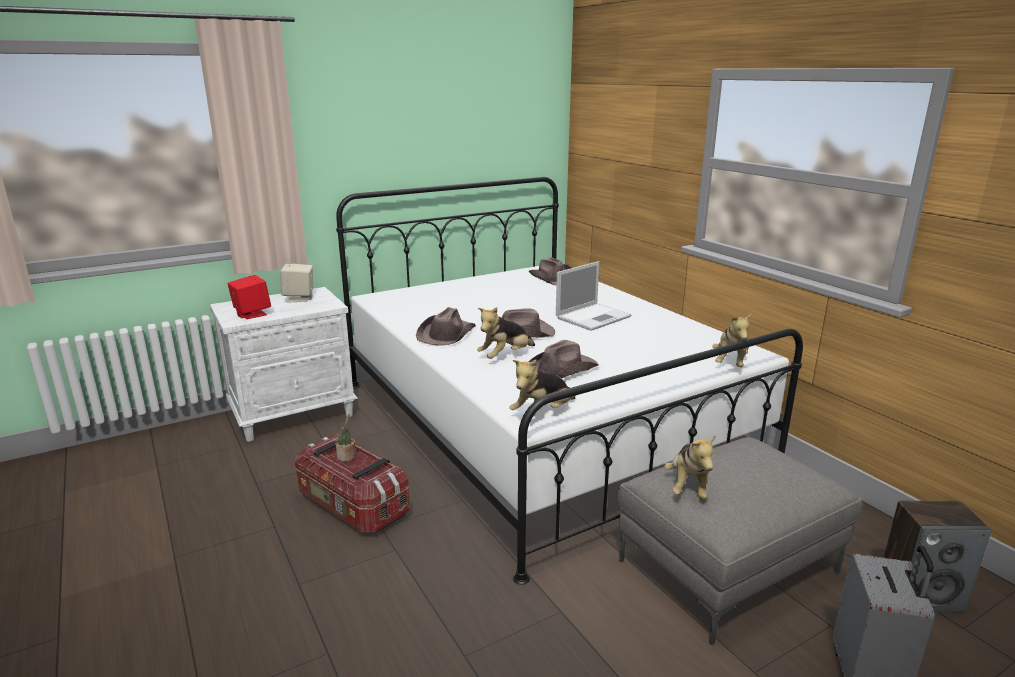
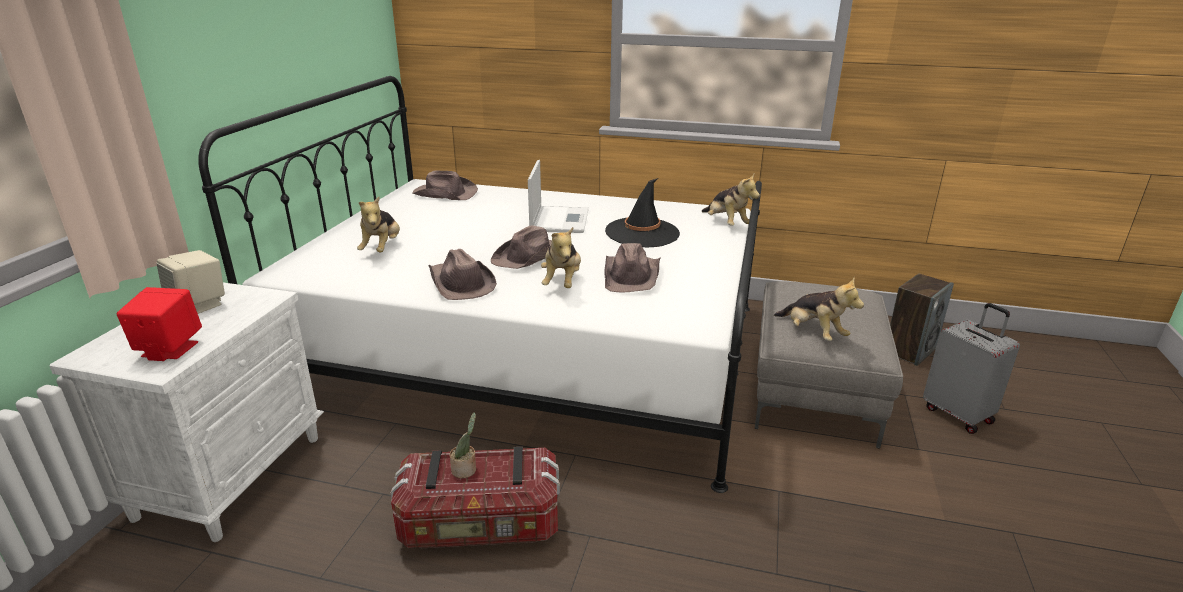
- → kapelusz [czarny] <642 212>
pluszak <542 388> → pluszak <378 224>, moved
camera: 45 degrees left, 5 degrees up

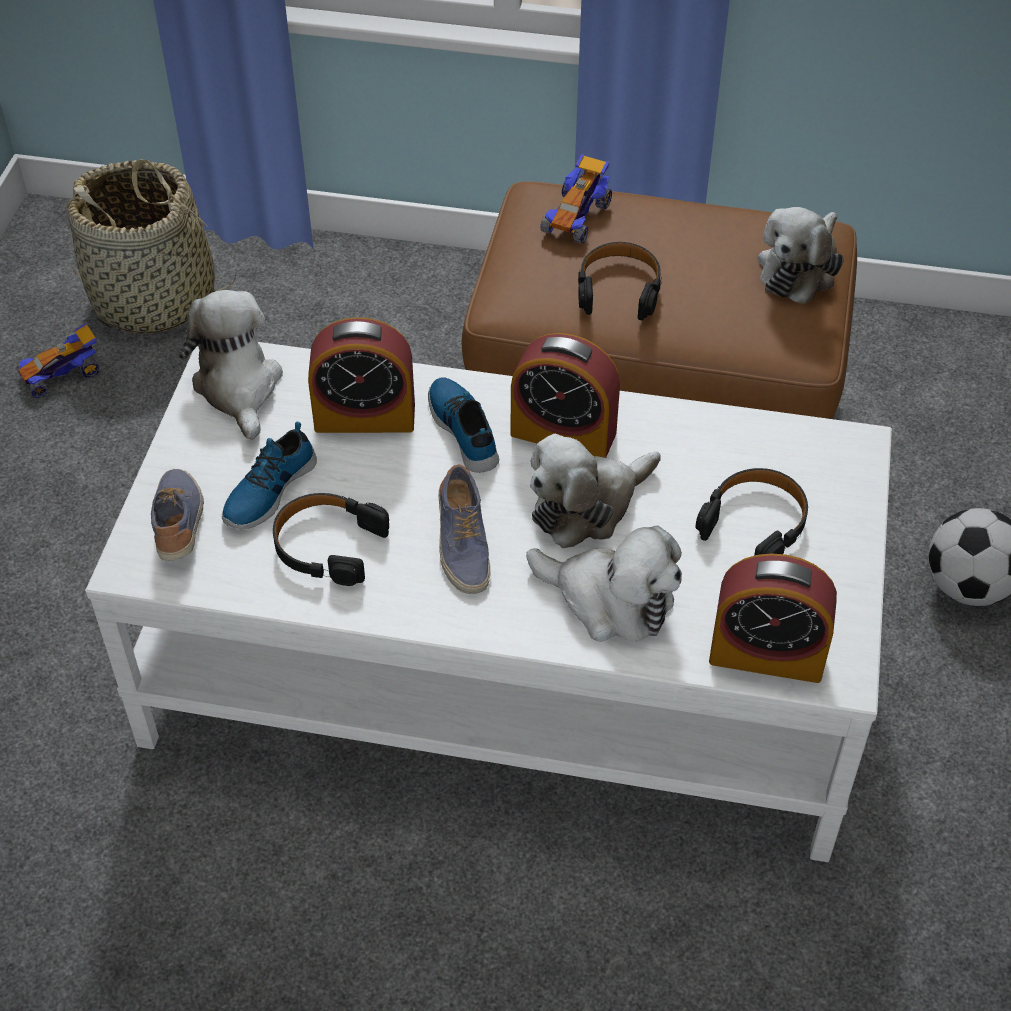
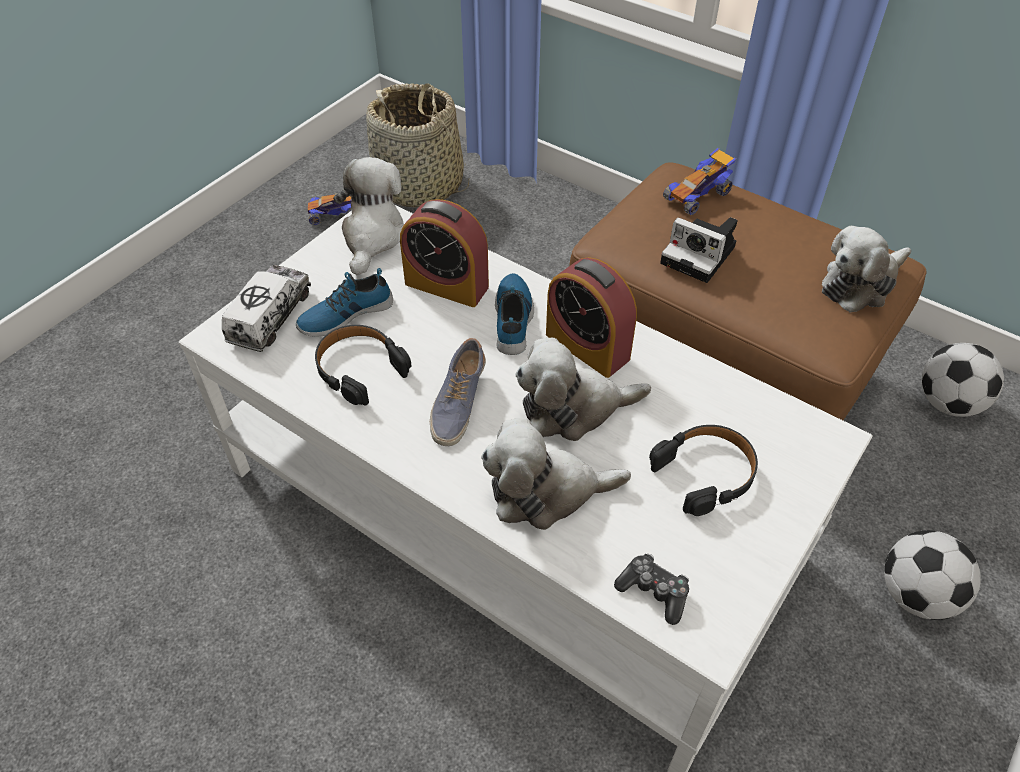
- → piłka futbolowa <963 380>
but <177 515> → ciężarówka zabawkowa <266 308>
słuchawki [czarny] <620 281> → aparat fotograficzny <699 250>
budzik <773 618> → pad do gier <651 589>
pluszak <604 584> → pluszak <556 474>, 120 degrees clockwise
camera: 25 degrees right, 0 degrees up

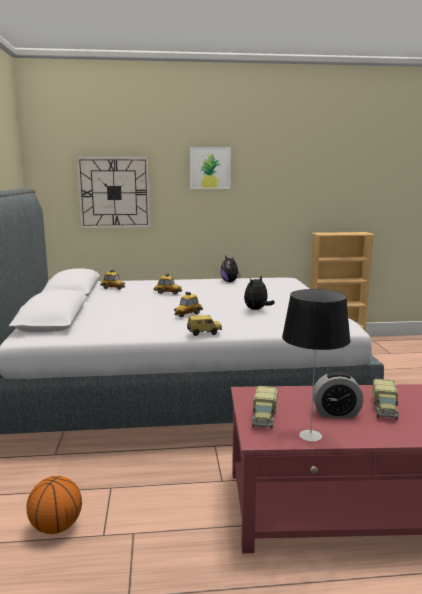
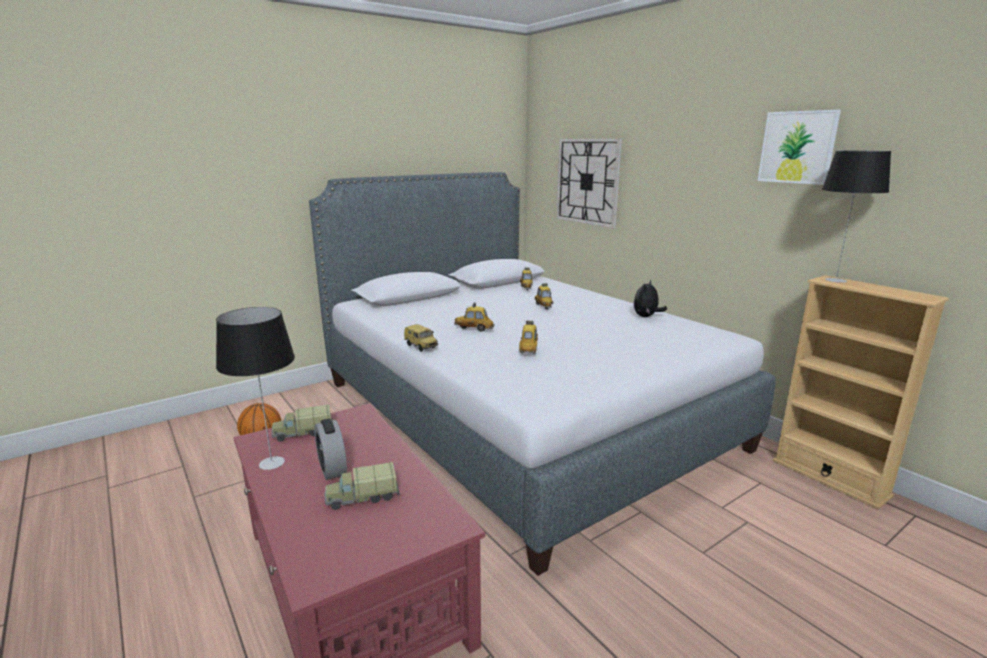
- → lampa stołowa <856 217>
obraz <210 168> → obraz <799 147>, moved
pluszak <259 293> → samochodzik <528 337>
camera: 60 degrees right, 5 degrees up

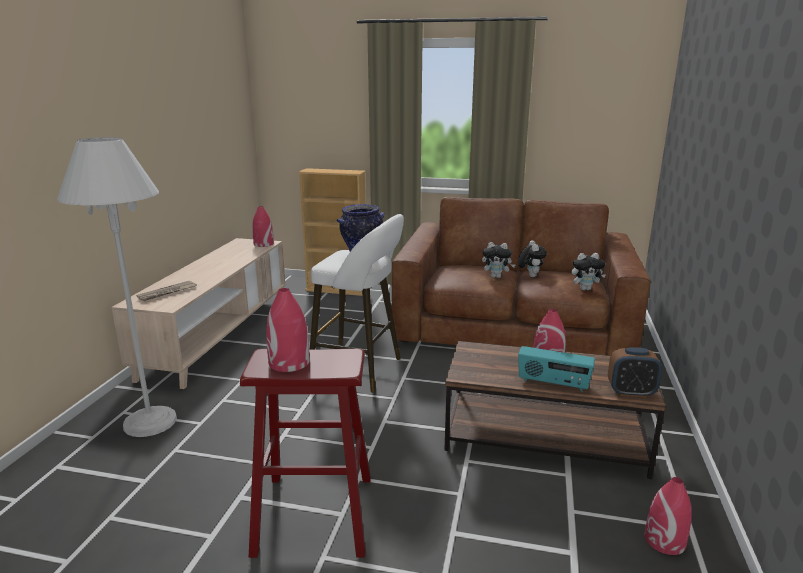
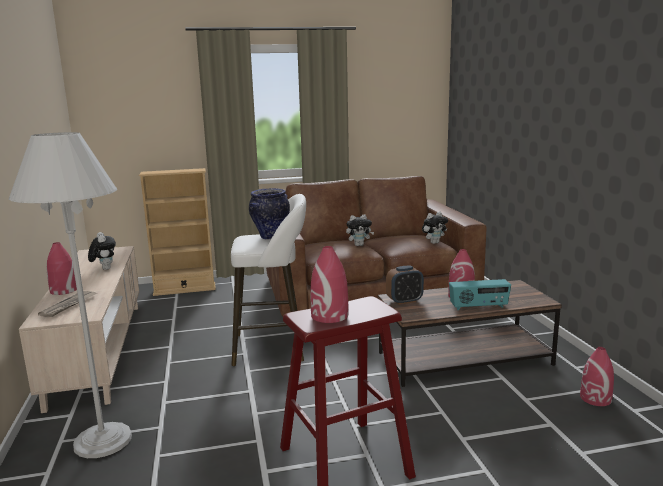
wazon [czerwony] <263 226> → wazon [czerwony] <62 268>, moved
pluszak <532 258> → pluszak <102 251>, moved
budzik <635 372> → budzik <405 285>, moved
camera: 25 degrees left, 5 degrees down

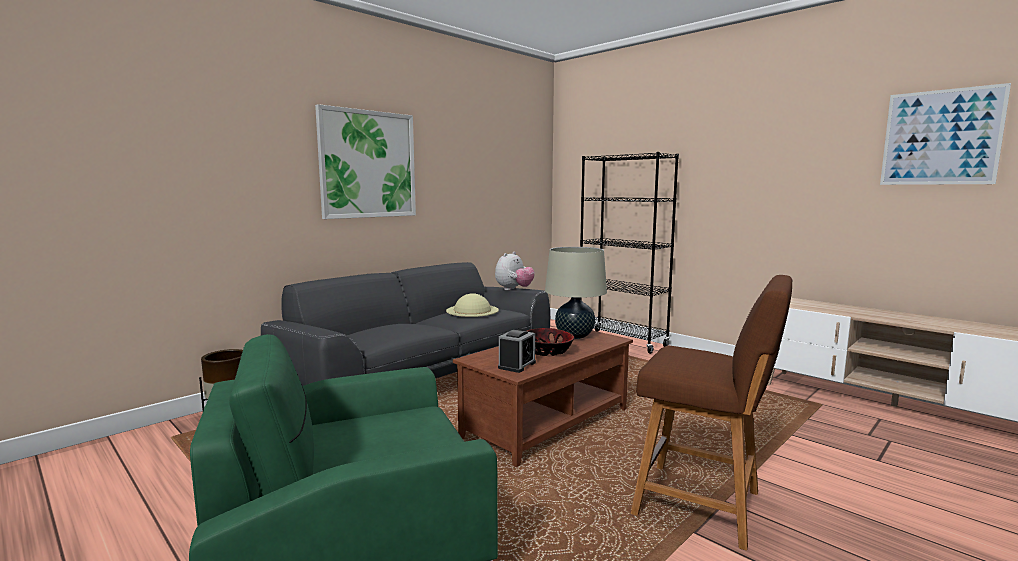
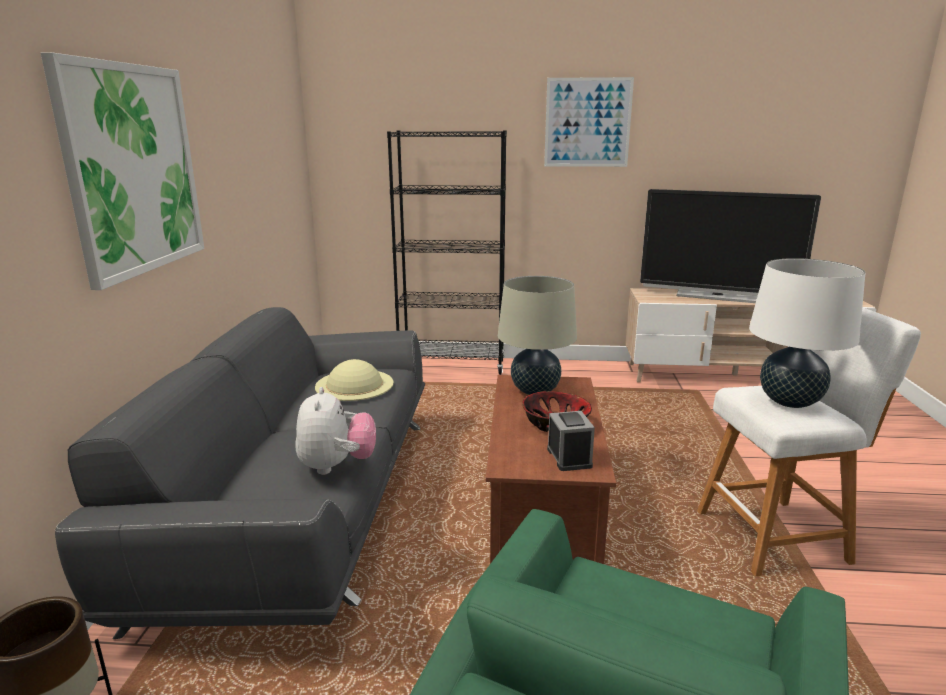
- → telewizor <730 246>
- → lampa stołowa [biały] <807 333>
pluszak <515 271> → pluszak <336 431>, moved
obraz <945 134> → obraz <589 122>, moved
stołek [brązowy] <711 413> → stołek [biały] <809 441>
camera: 40 degrees left, 10 degrees up

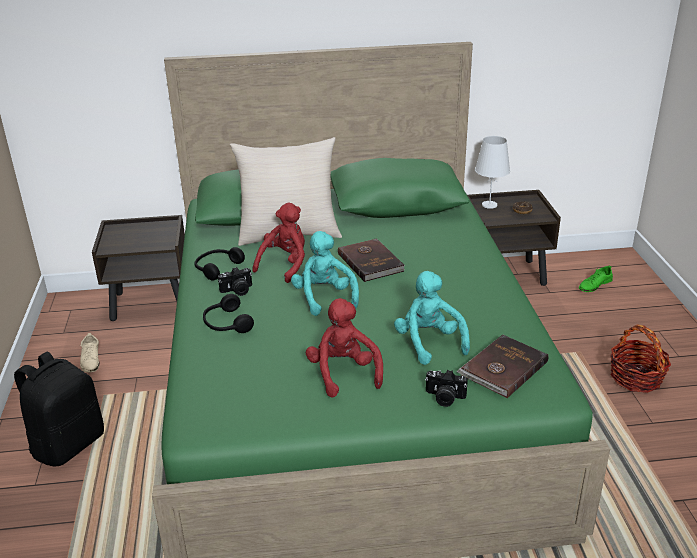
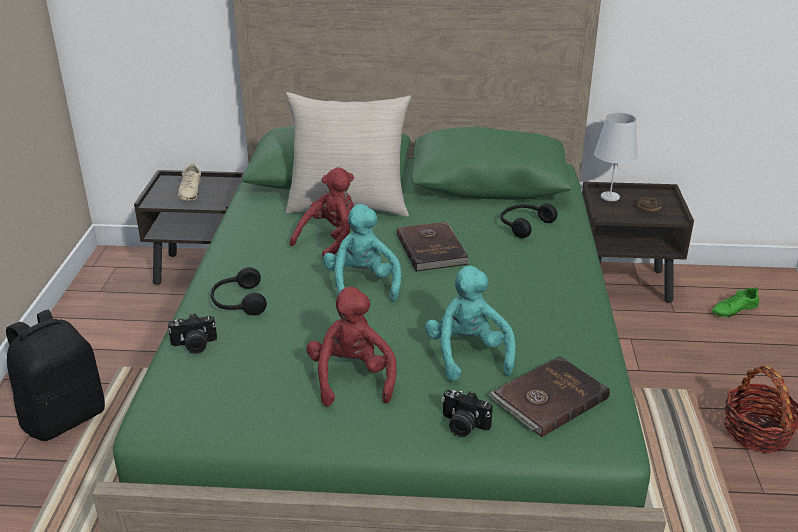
but [beżowy] <89 353> → but [beżowy] <189 182>, moved
słuchawki [czarny] <219 264> → słuchawki [czarny] <529 220>, moved
aparat fotograficzny <235 281> → aparat fotograficzny <192 333>, moved
camera: 10 degrees right, 0 degrees up

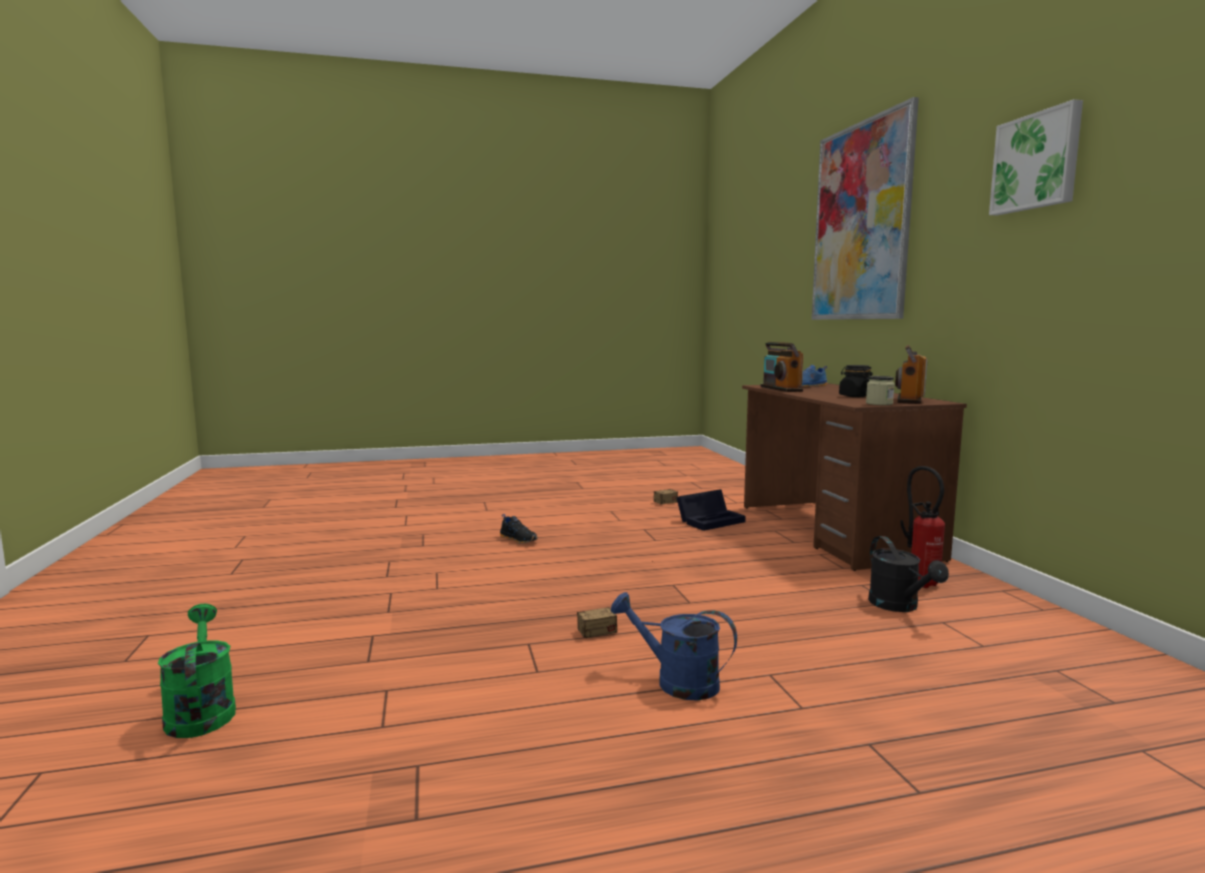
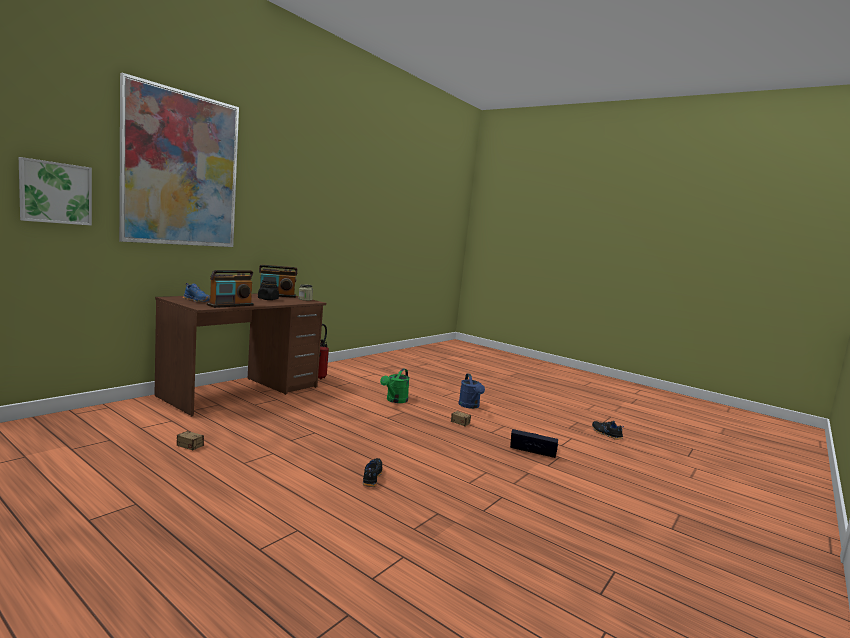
konewka [czarny] <908 574> → -
- → but [czarny] <608 430>
konewka [zielony] <197 671> → konewka [zielony] <395 386>, moved
pojemnik do przechowywania [czarny] <711 510> → pojemnik do przechowywania [czarny] <534 443>, moved
obraz <1036 157> → obraz <55 191>, moved
camera: 130 degrees left, 0 degrees up

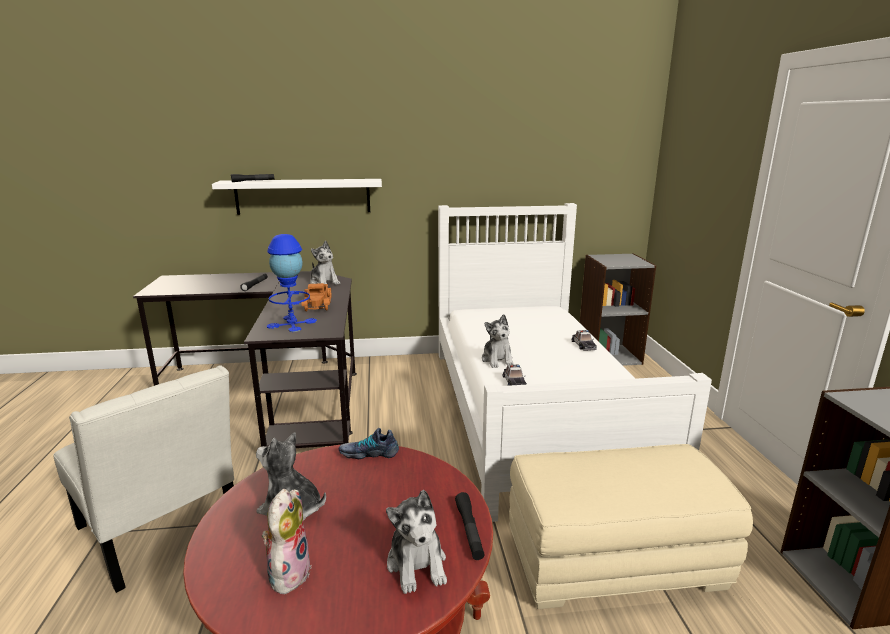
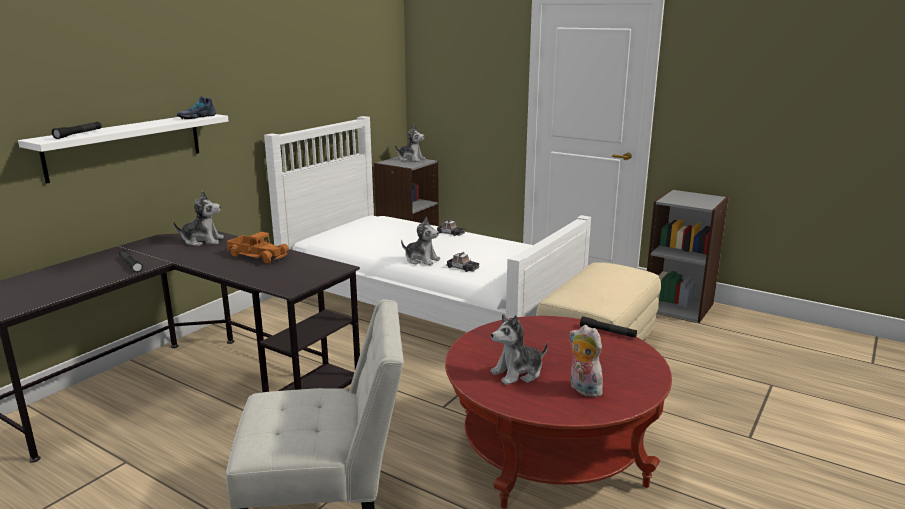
lampa stołowa [niebieski] <292 283> → -
but <369 443> → but <196 107>, moved
pluszak <416 542> → pluszak <410 143>, moved
camera: 50 degrees left, 0 degrees up

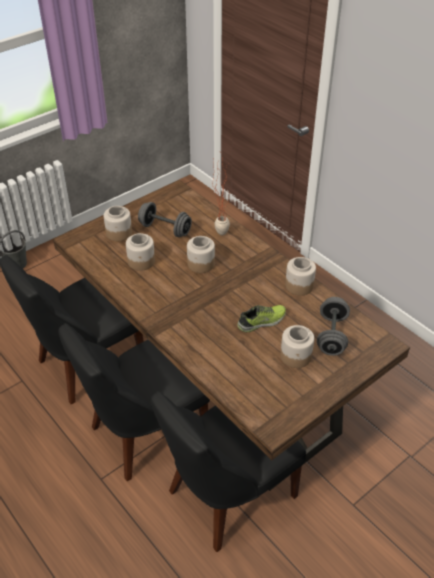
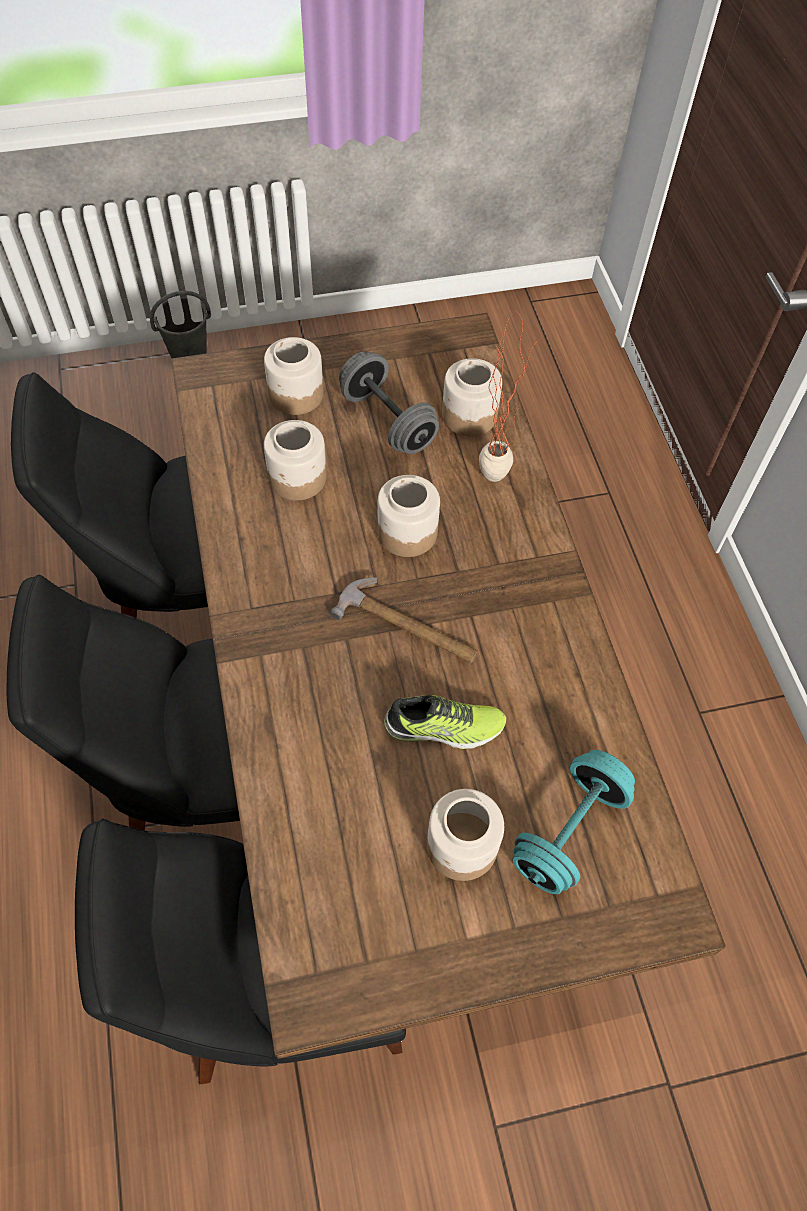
- → młotek <404 620>
słoik <300 276> → słoik <472 397>, moved
hantel [szary] <333 326> → hantel [turkusowy] <574 822>
camera: 25 degrees right, 15 degrees up

